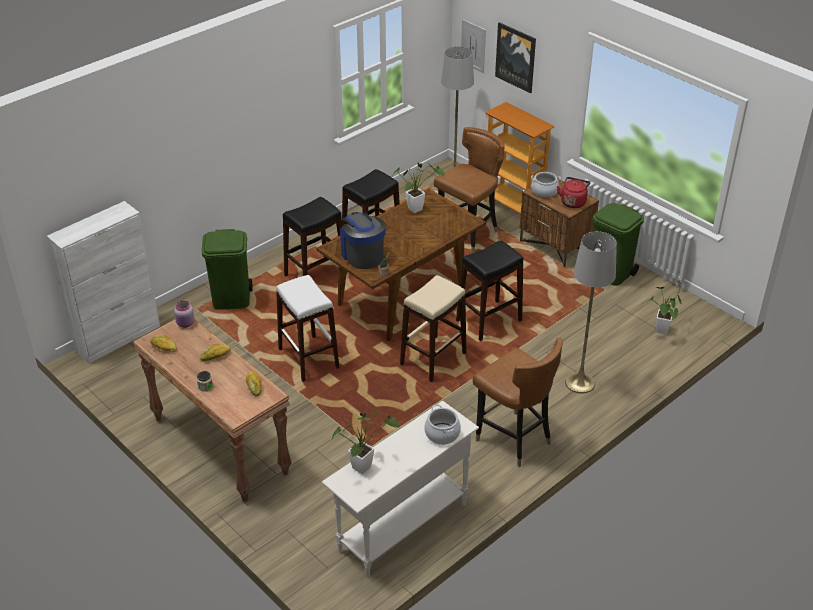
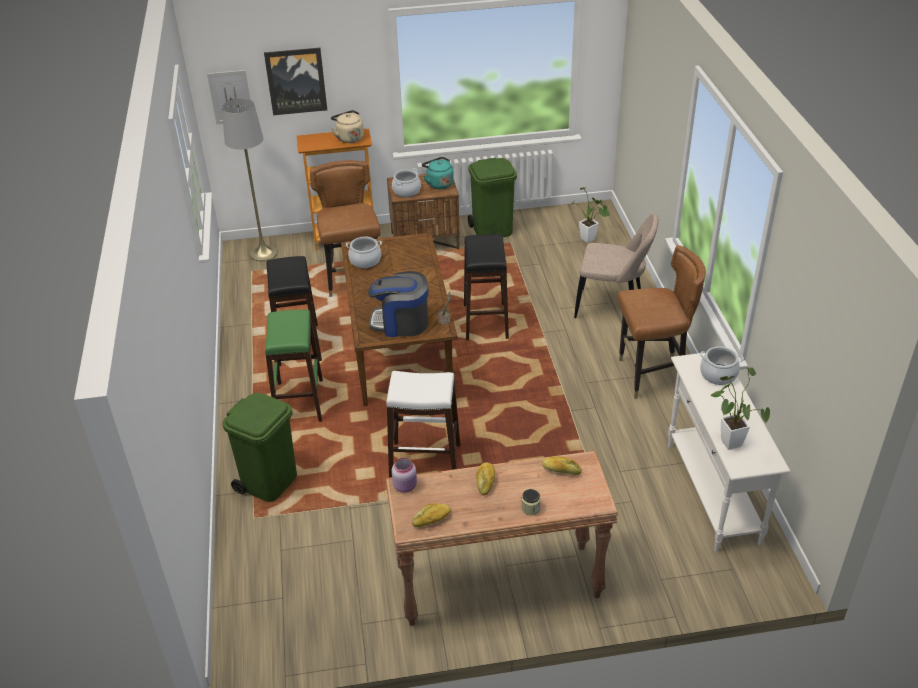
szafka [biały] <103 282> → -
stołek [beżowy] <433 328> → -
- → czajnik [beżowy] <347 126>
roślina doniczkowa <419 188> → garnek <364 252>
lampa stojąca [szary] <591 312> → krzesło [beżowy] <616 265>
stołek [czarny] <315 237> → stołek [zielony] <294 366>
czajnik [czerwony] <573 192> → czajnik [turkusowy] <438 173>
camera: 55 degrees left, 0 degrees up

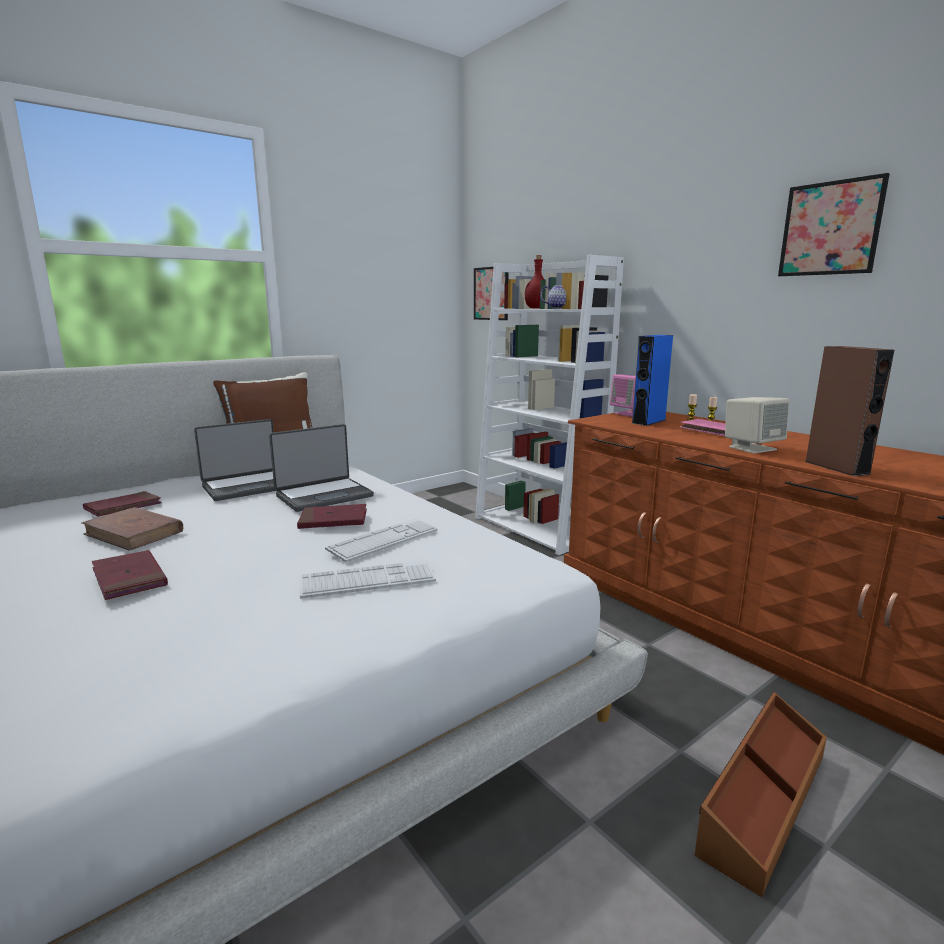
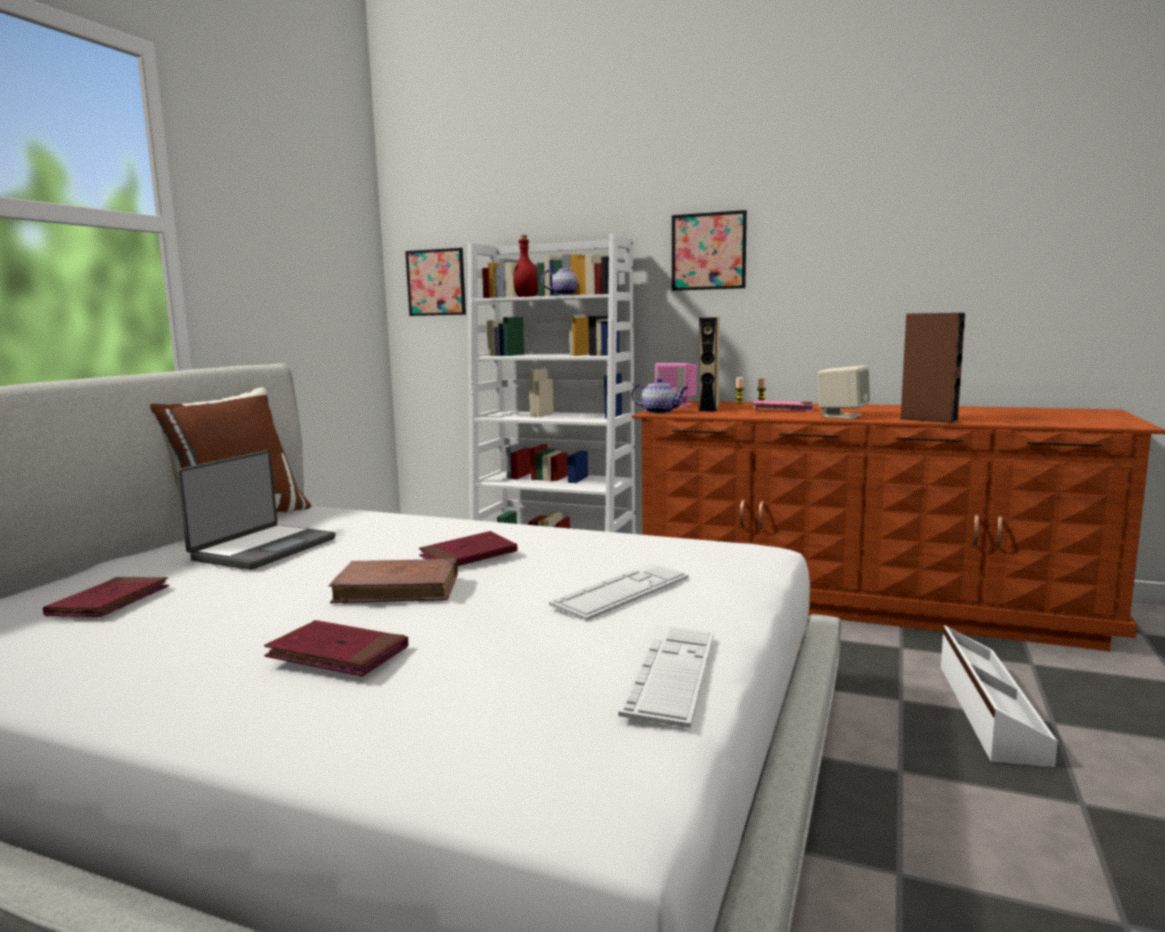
laptop <321 468> → -
- → imbryk <659 396>
książka [brązowy] <132 528> → książka [brązowy] <393 581>, moved
klawiatura <381 540> → klawiatura <666 676>, moved
obraz <834 224> → obraz <709 250>, moved
głośnik [niebieski] <652 380> → głośnik [beżowy] <709 364>
pojemnik do przechowywania [brązowy] <761 794> → pojemnik do przechowywania [biały] <999 696>
camera: 30 degrees left, 5 degrees down

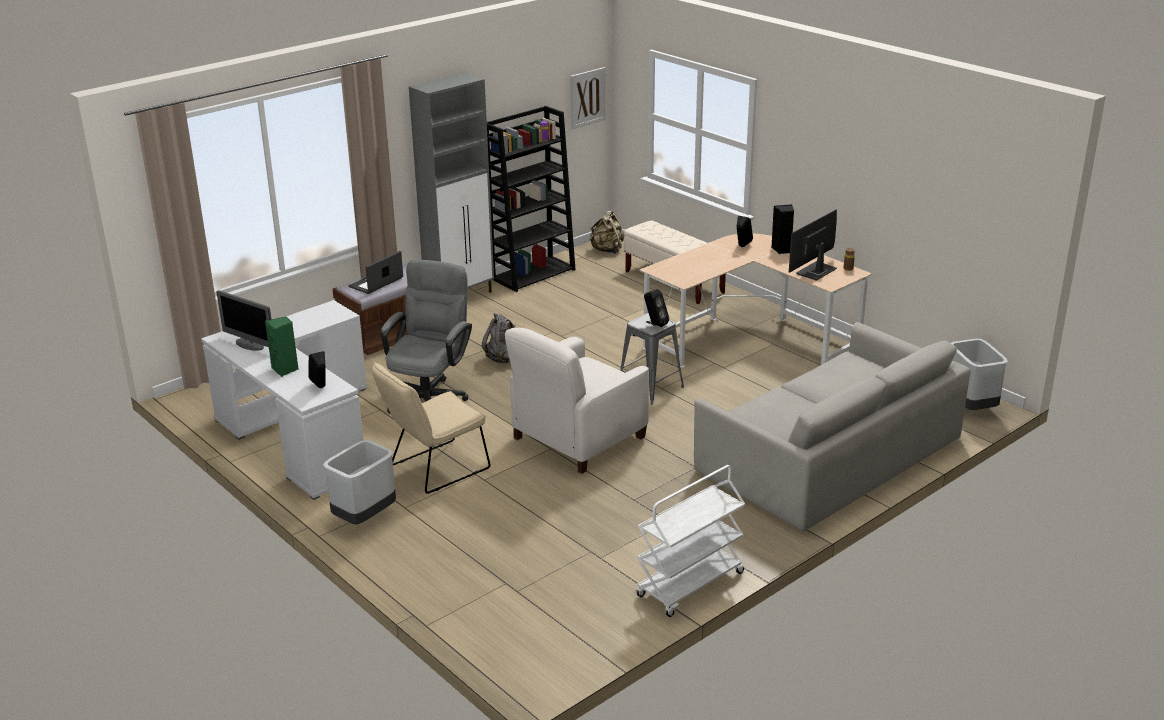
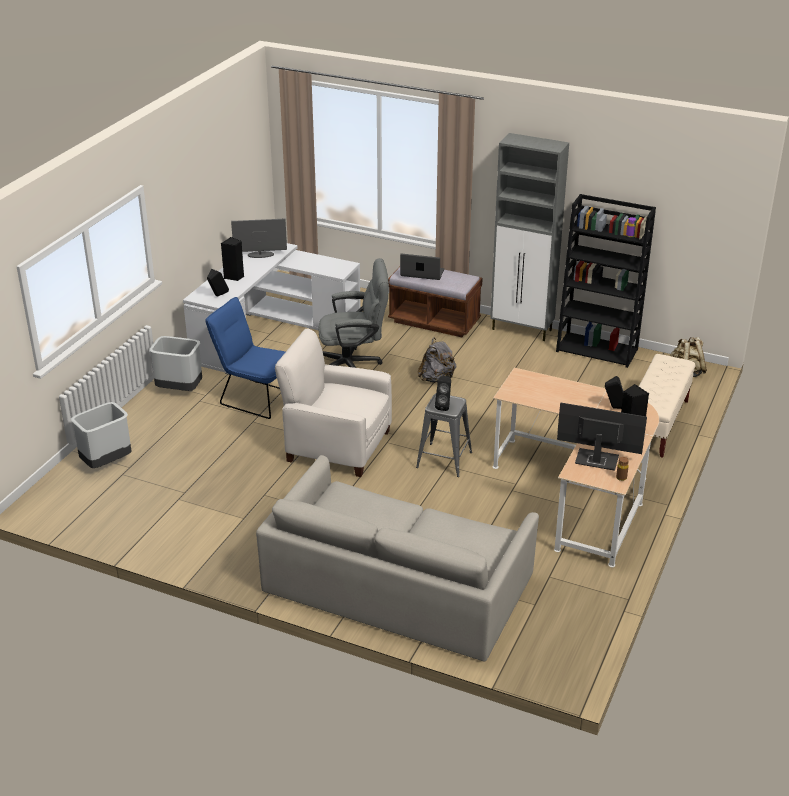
obraz <588 98> → -
wózek [biały] <690 541> → -
kosz na śmieci [szary] <979 374> → kosz na śmieci [szary] <101 435>, moved
głośnik [zielony] <281 347> → głośnik [czarny] <232 259>
krzesło [beżowy] <431 428> → krzesło [niebieski] <245 358>
monitor <244 320> → monitor <259 238>, 75 degrees clockwise
camera: 65 degrees right, 5 degrees up

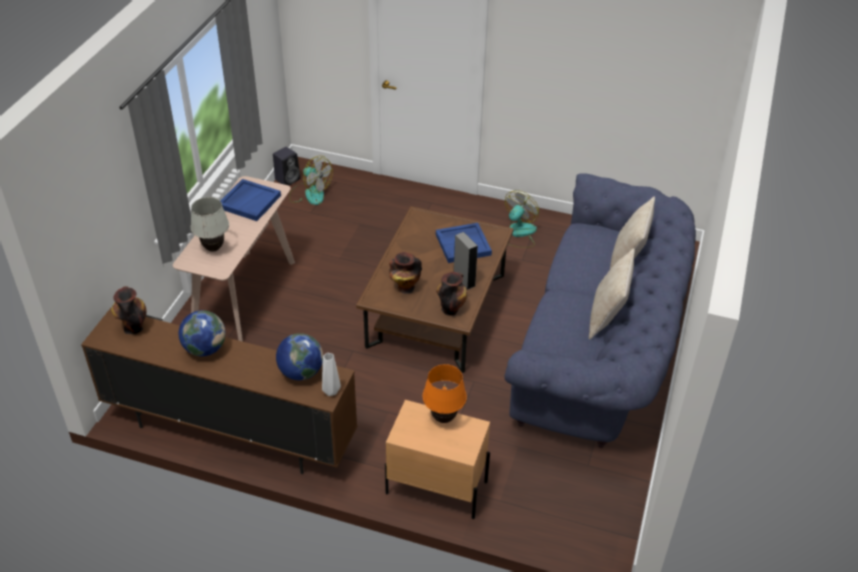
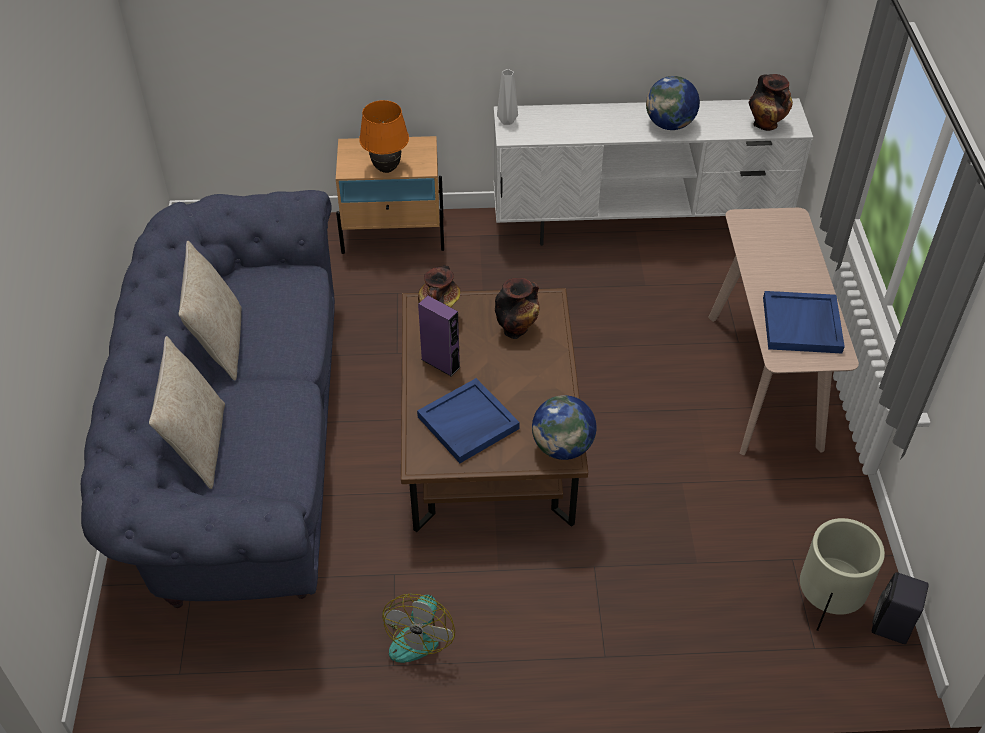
lampa stołowa [biały] <209 224> → -
globus <299 356> → globus <564 427>, moved
wentylator <311 180> → donica [beżowy] <842 574>
szafka pod telewizor [brązowy] <219 391> → szafka pod telewizor [biały] <653 172>
głośnik [szary] <466 261> → głośnik [fioletowy] <439 335>
camera: 160 degrees right, 5 degrees up

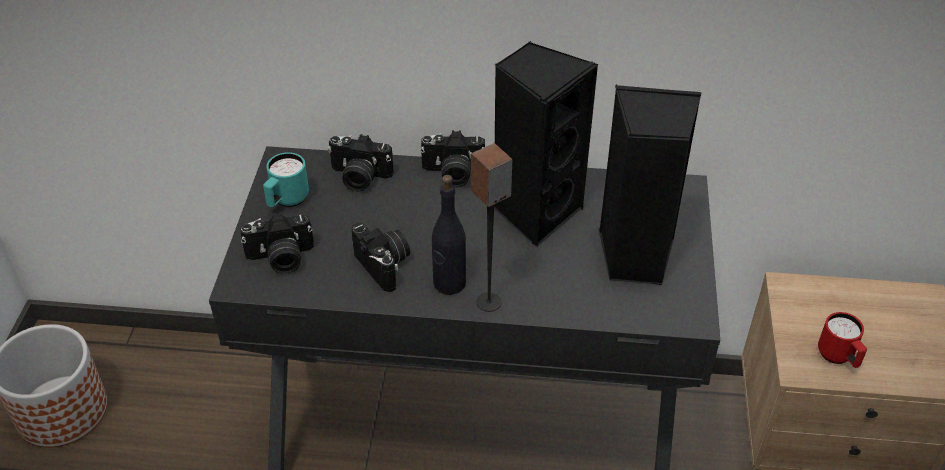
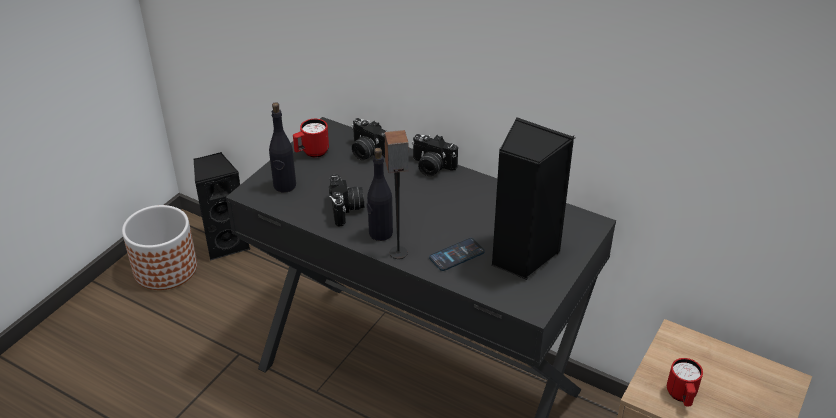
- → telefon <457 254>
głośnik [czarny] <546 144> → głośnik [czarny] <222 206>, moved
aparat fotograficzny <277 243> → butelka [czarny] <282 147>
kubek [turkusowy] <286 179> → kubek [czerwony] <311 138>
camera: 25 degrees right, 5 degrees down

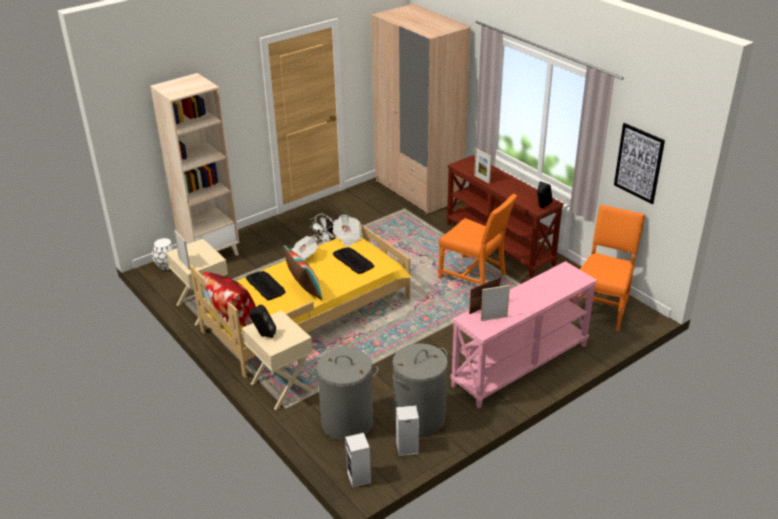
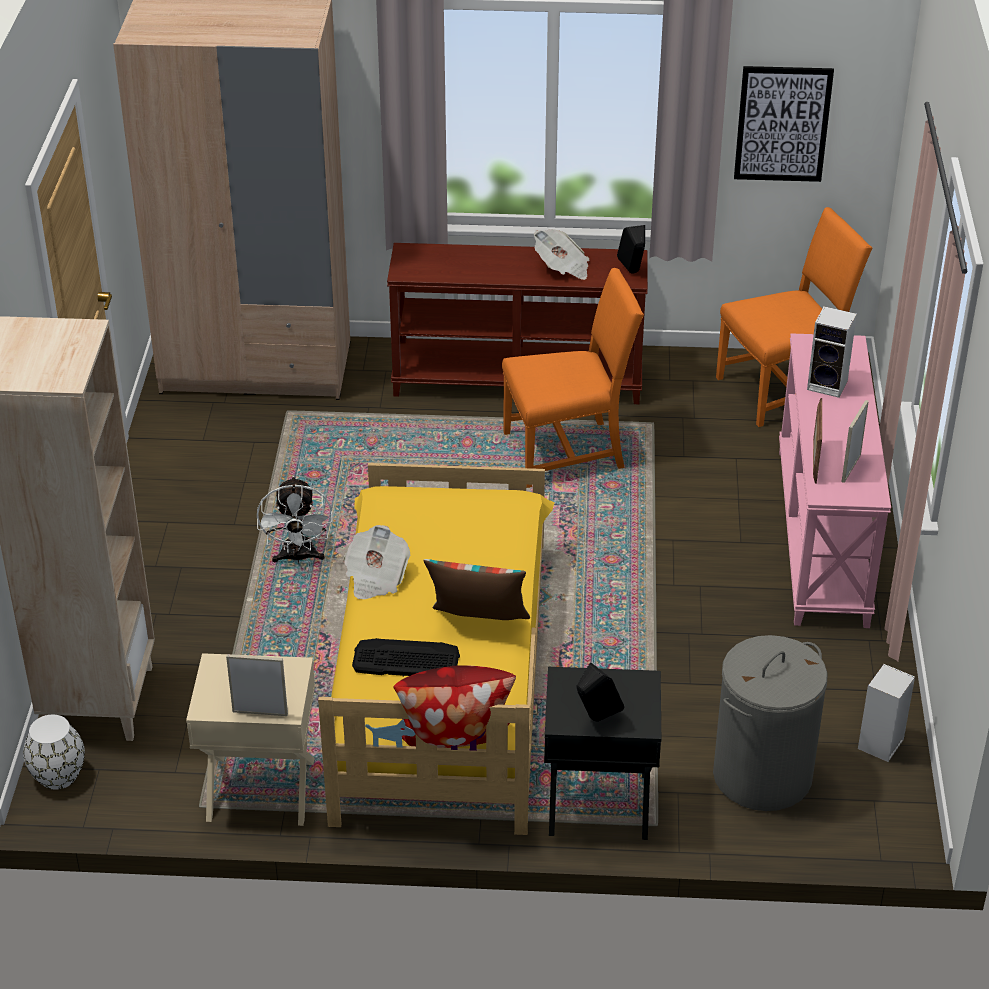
klawiatura <353 260> → -
kosz na pranie [szary] <420 389> → -
ramka na zdjęcie <483 166> → -
gazeta <347 230> → gazeta <562 254>, moved
głośnik <358 460> → głośnik <832 352>, moved
szafka nocna [beżowy] <277 360> → szafka nocna [czarny] <602 753>
krzesło [pomarańczowy] <608 267> → krzesło [pomarańczowy] <794 317>, 90 degrees clockwise
camera: 50 degrees left, 5 degrees up

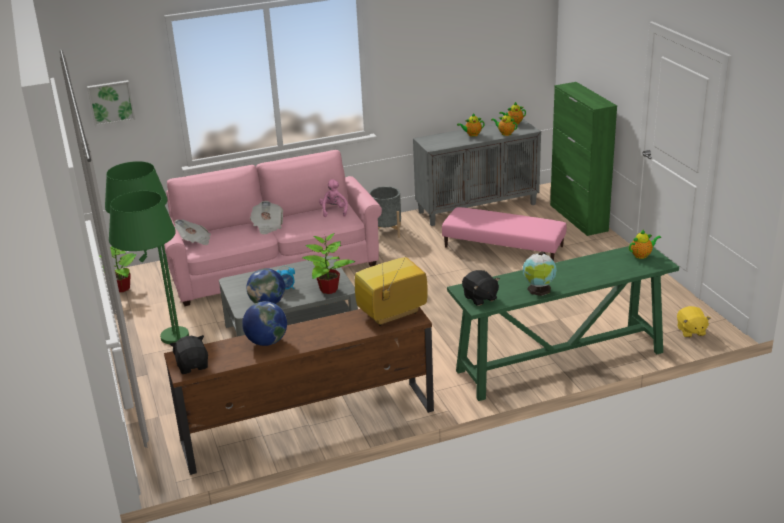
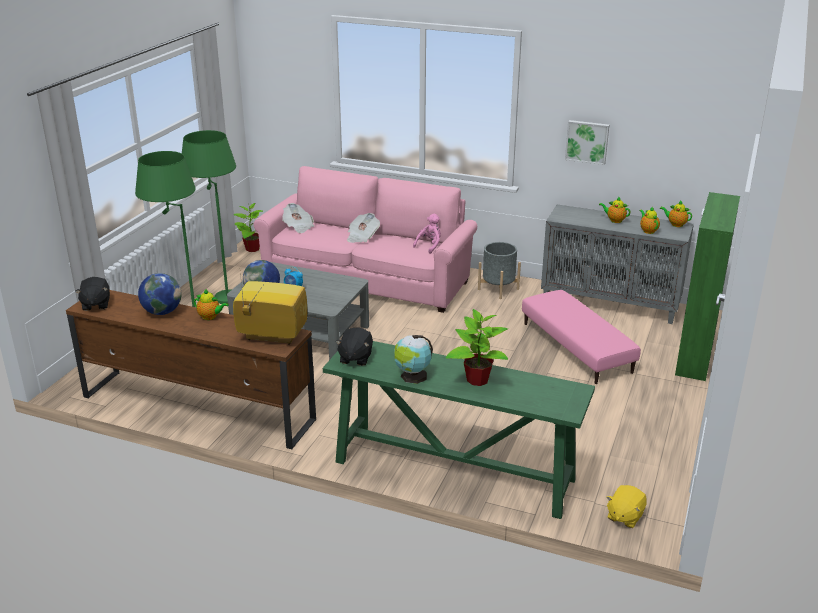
obraz <111 103> → obraz <587 142>, moved
roślina doniczkowa <328 263> → roślina doniczkowa <477 347>, moved
imbryk <645 244> → imbryk <211 304>, moved
pluszak [czarny] <189 354> → pluszak [czarny] <92 294>, 150 degrees clockwise
camera: 40 degrees right, 0 degrees up

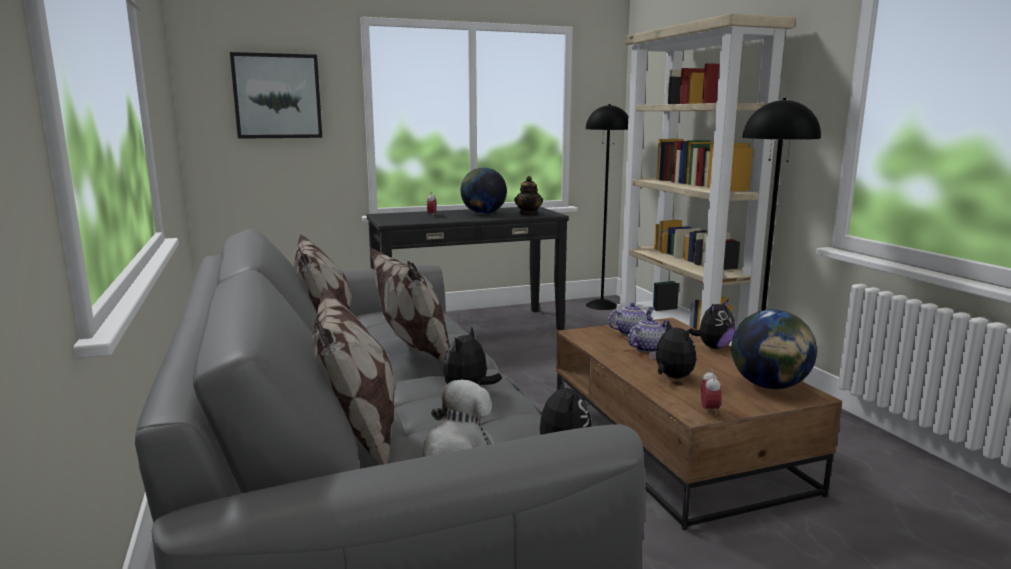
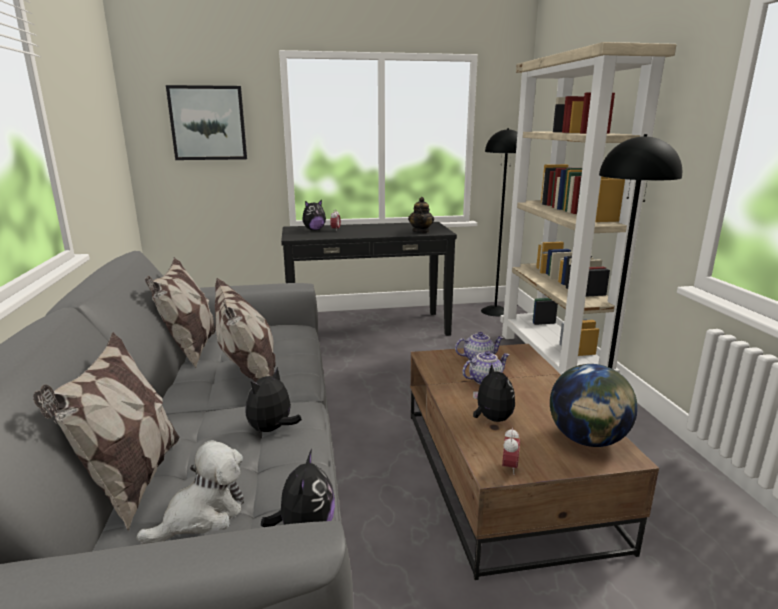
globus <484 190> → -
pluszak <712 324> → pluszak <314 215>, moved
camera: 10 degrees right, 5 degrees up

